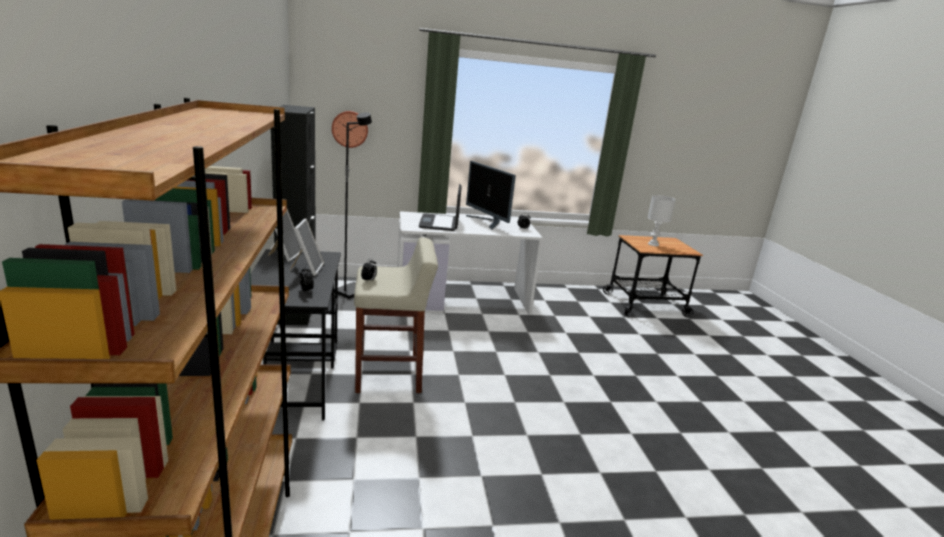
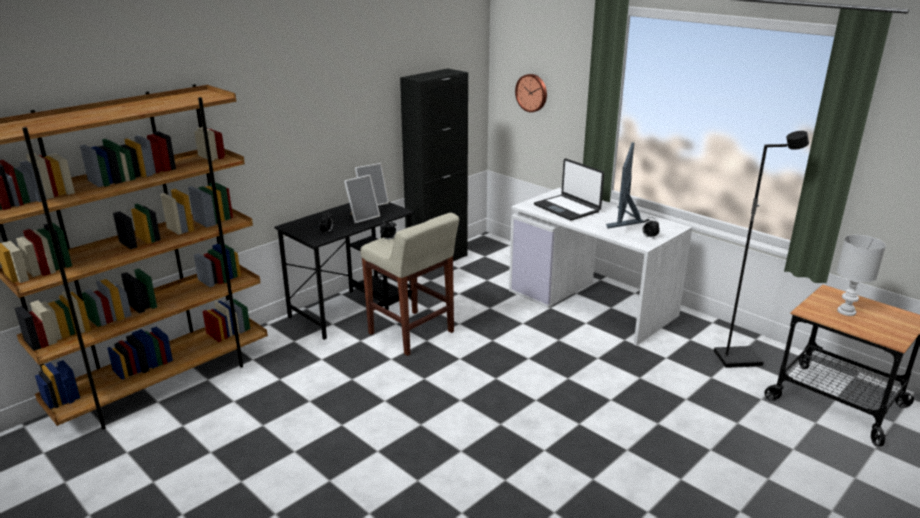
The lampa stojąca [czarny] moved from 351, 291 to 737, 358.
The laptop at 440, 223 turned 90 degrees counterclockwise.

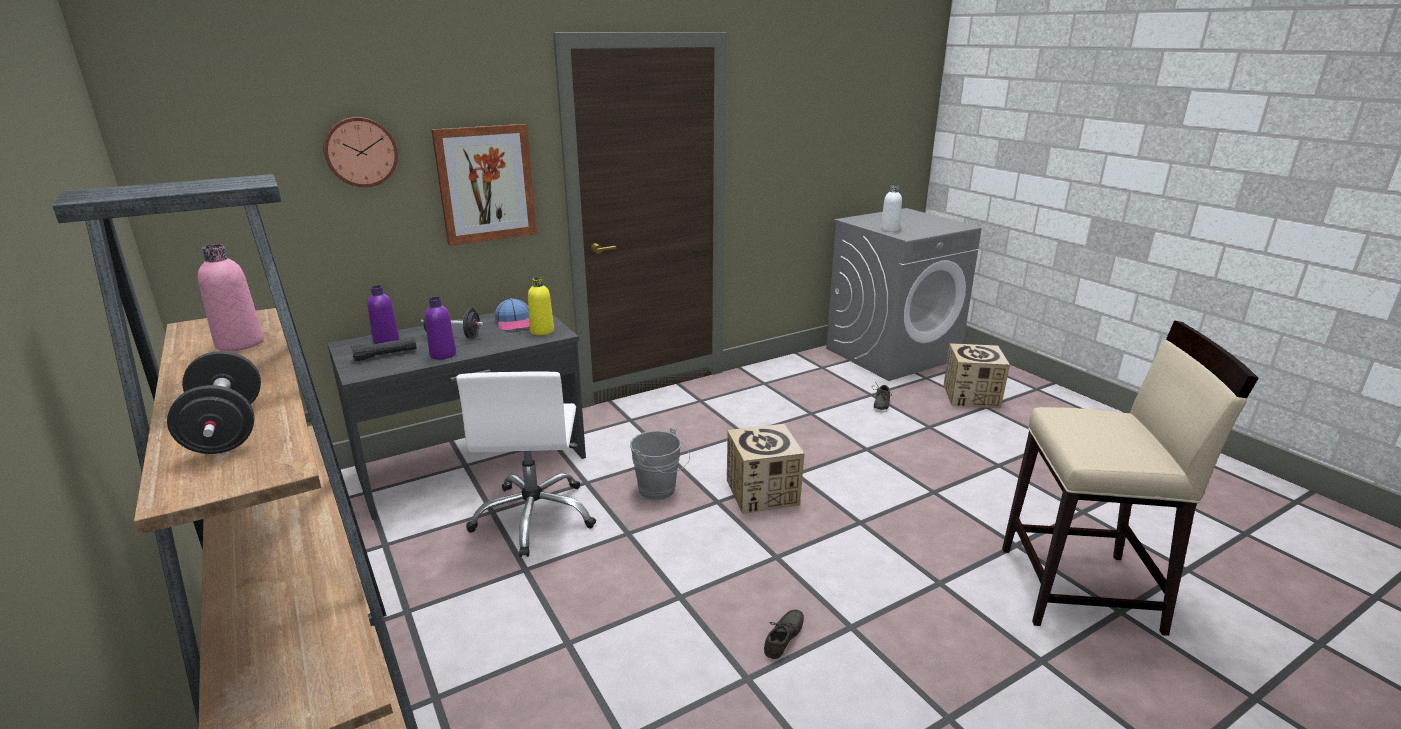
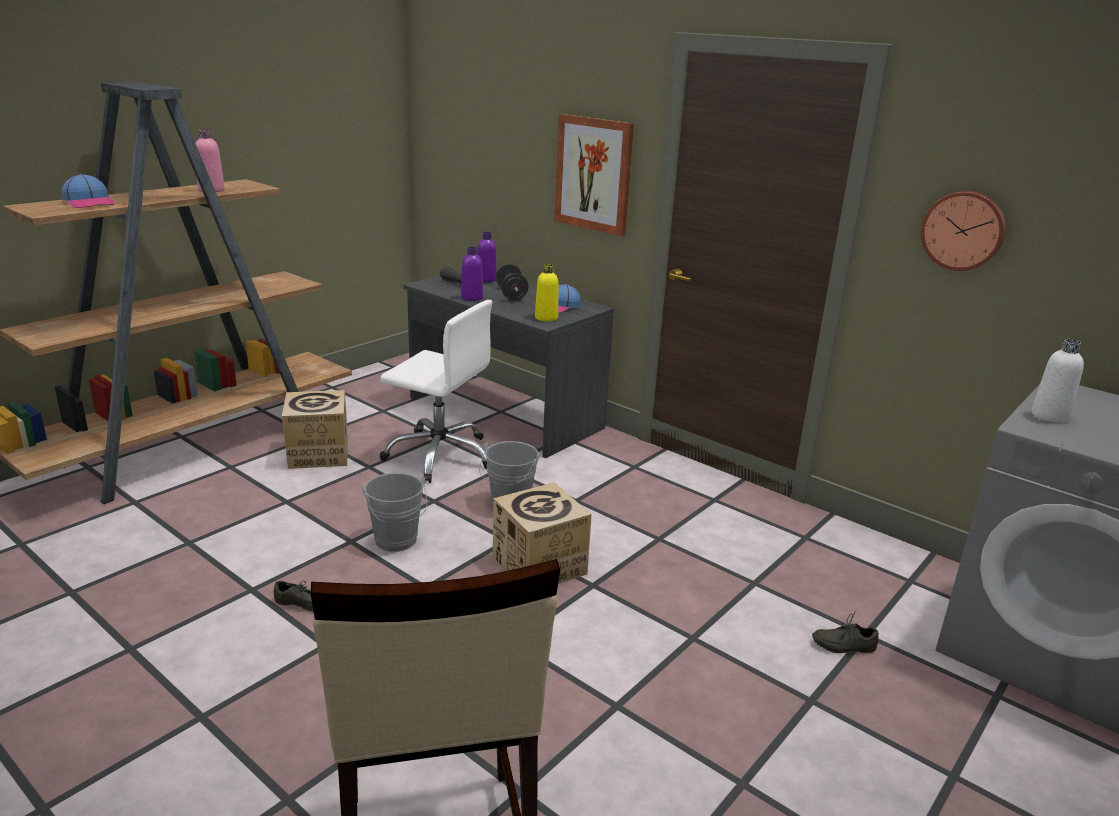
The hantel [czarny] at 226, 430 was replaced by the czapka z daszkiem at 89, 202.
The zegar ścienny moved from 360, 151 to 964, 230.
The krzesło biurowe [biały] at 535, 517 turned 135 degrees counterclockwise.
The karton moved from 971, 396 to 318, 454.
The wiadro [szary] at 397, 543 appeared.

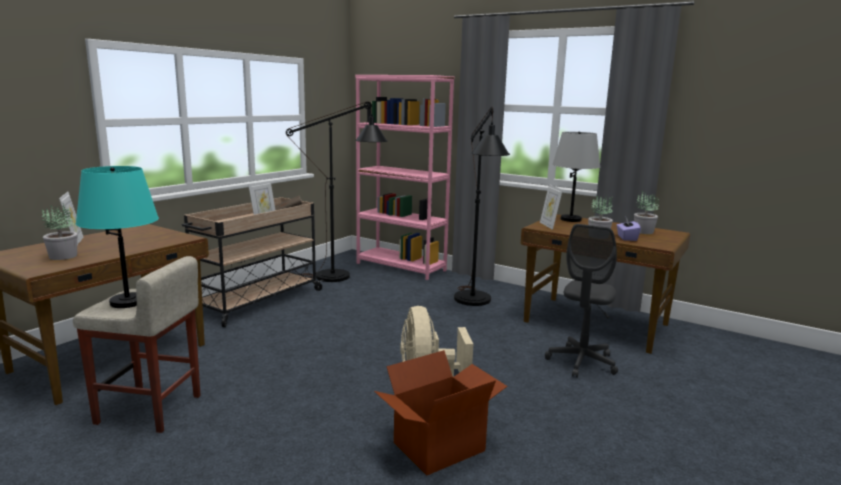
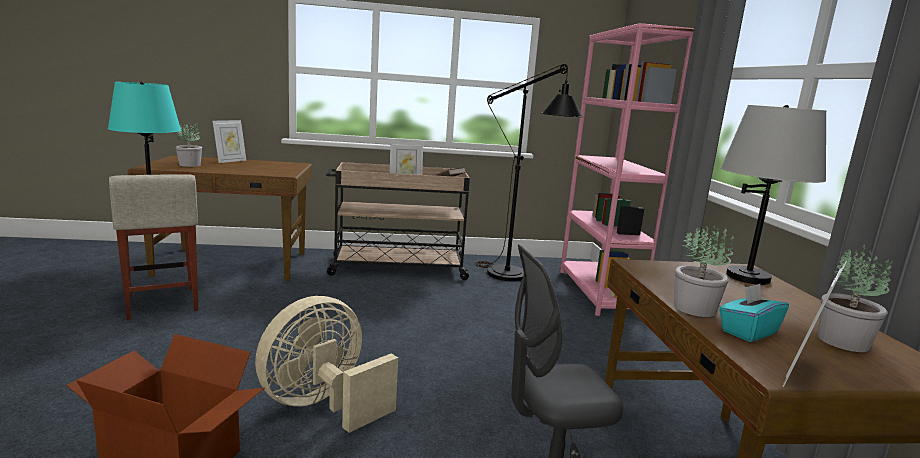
The lampa stojąca [czarny] at 474, 303 disappeared.
The ramka na zdjęcie moved from 549, 226 to 801, 373.
The pudełko chusteczek [fioletowy] at 626, 238 became the pudełko chusteczek [turkusowy] at 748, 332.

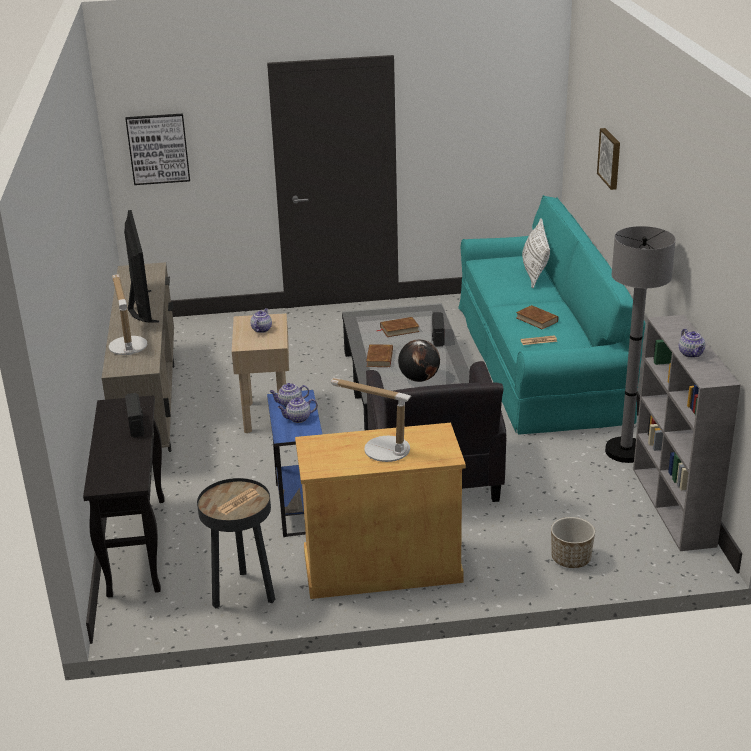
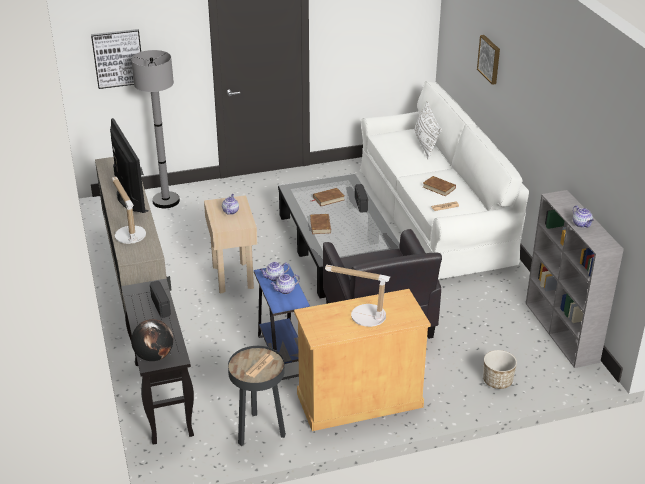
The globus moved from 419, 379 to 154, 356.
The kanapa [turkusowy] at 539, 361 became the kanapa [biały] at 433, 215.
The lampa stojąca [szary] moved from 625, 451 to 166, 201.

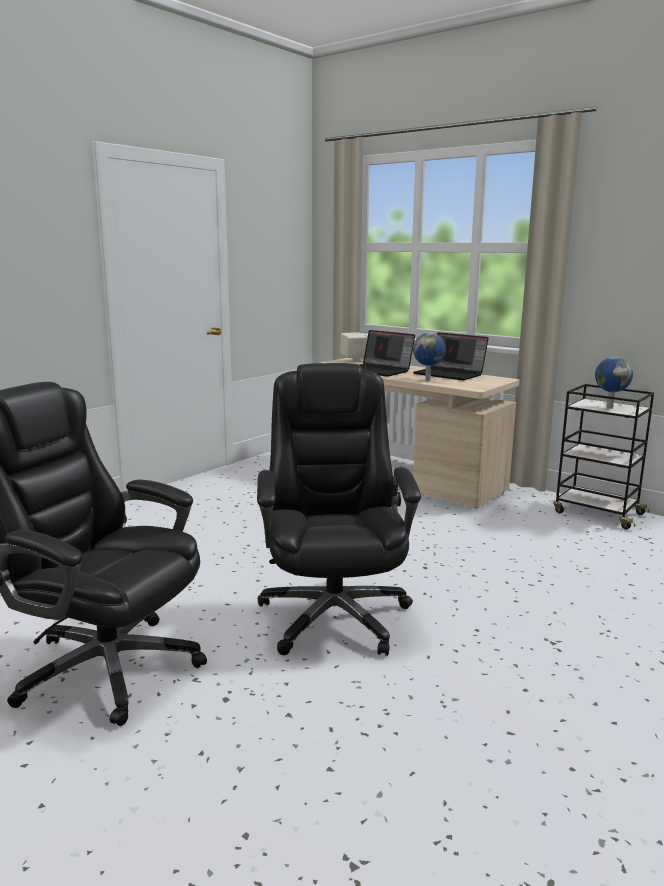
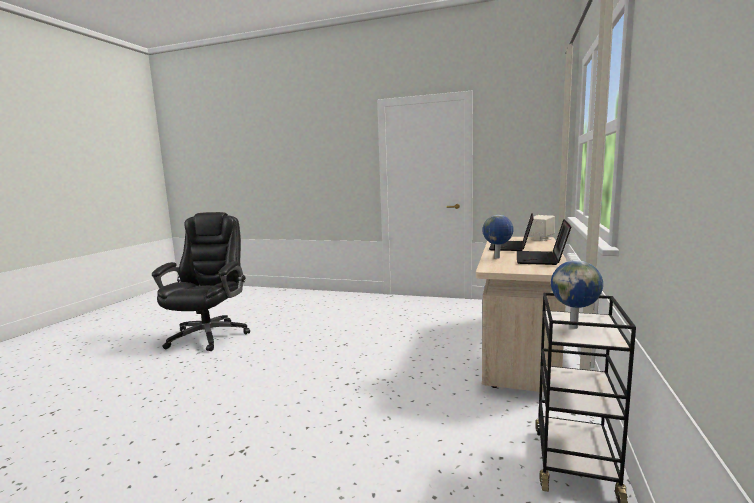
The krzesło biurowe [czarny] at 334, 615 disappeared.

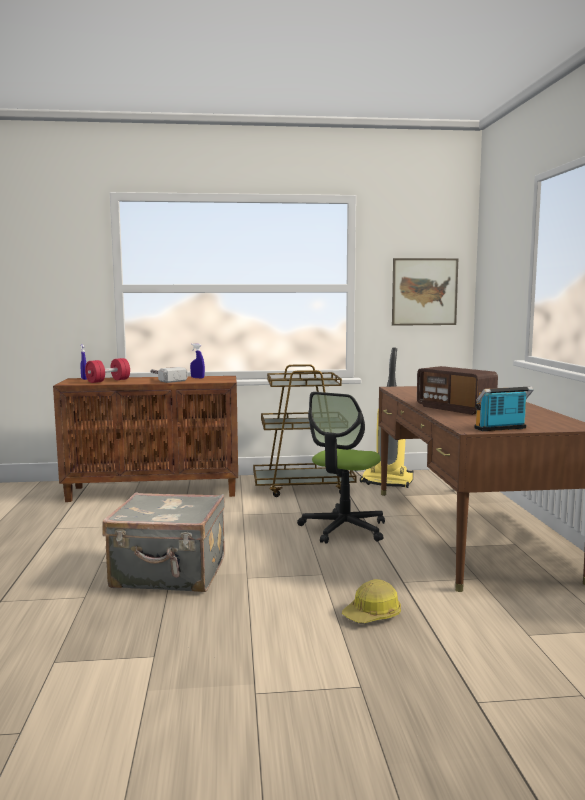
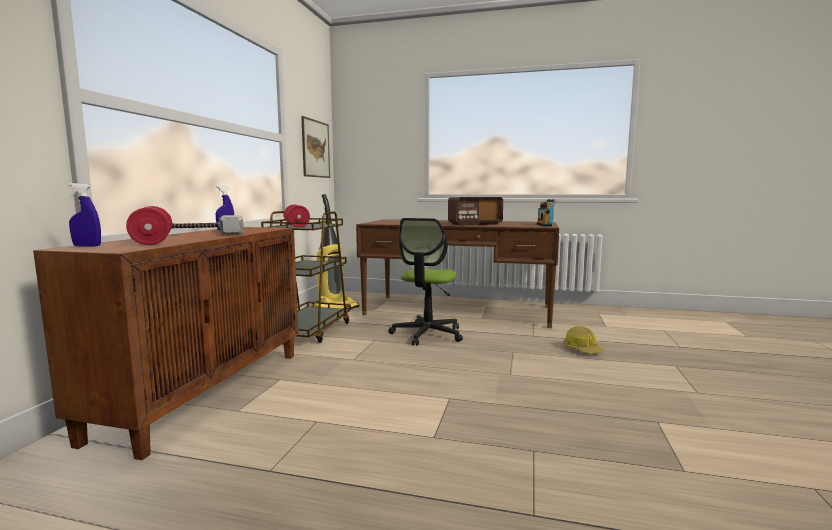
The walizka [szary] at 169, 574 disappeared.
The krzesło biurowe at 343, 529 turned 60 degrees clockwise.
The hantel [czerwony] at 296, 226 appeared.

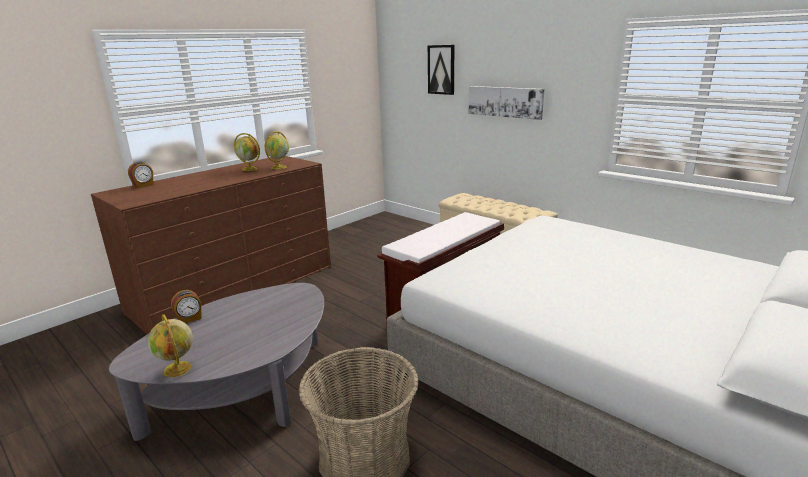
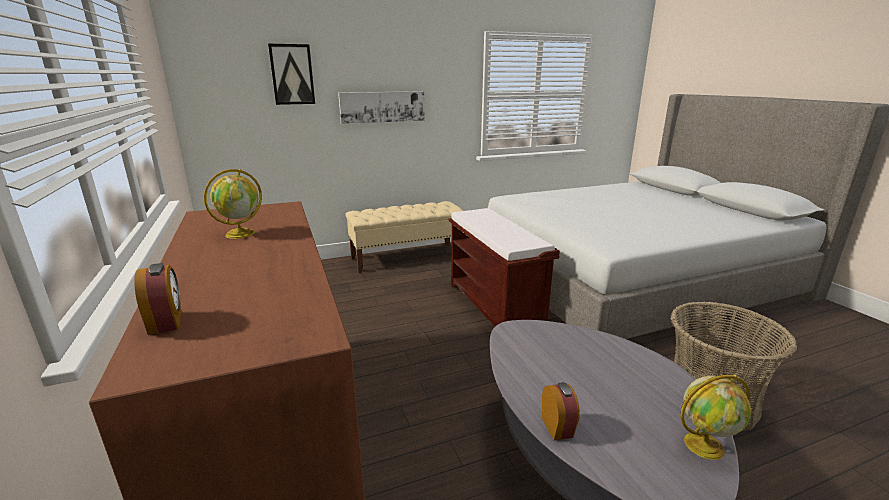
The globus at 279, 167 disappeared.

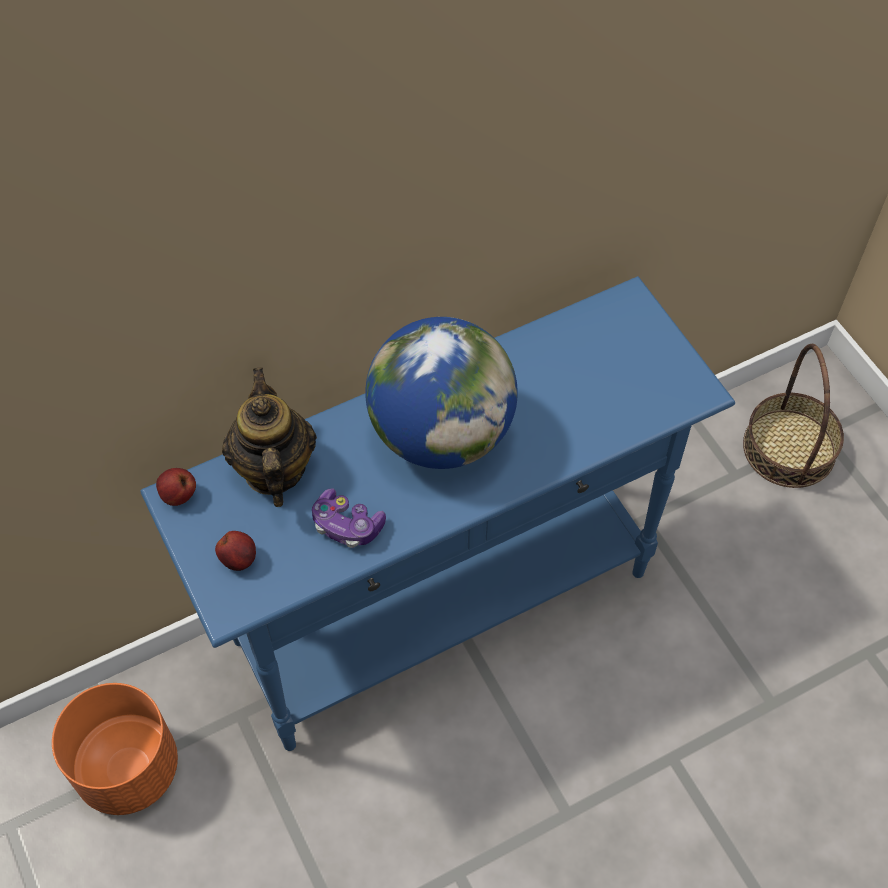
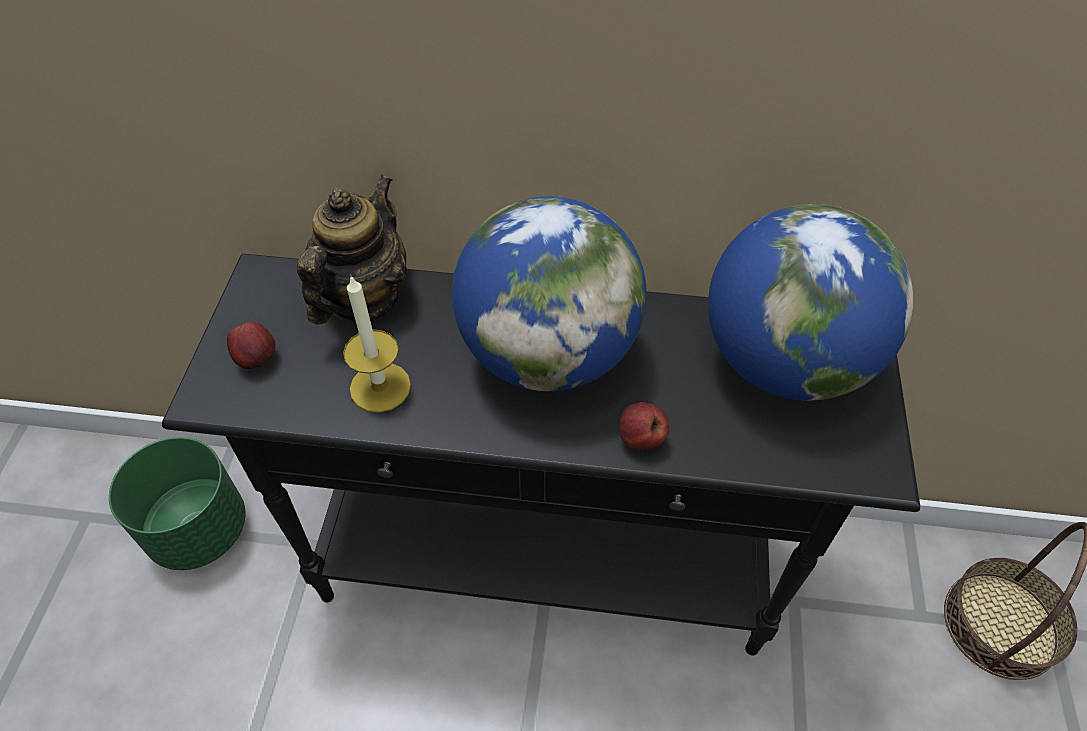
The donica [pomarańczowy] at 127, 768 became the donica [zielony] at 198, 529.
The stolik konsolowy [niebieski] at 444, 607 became the stolik konsolowy [czarny] at 545, 563.
The jabłko moved from 178, 496 to 640, 439.
The pad do gier at 347, 525 was replaced by the świeca at 380, 387.
The globus at 785, 362 appeared.

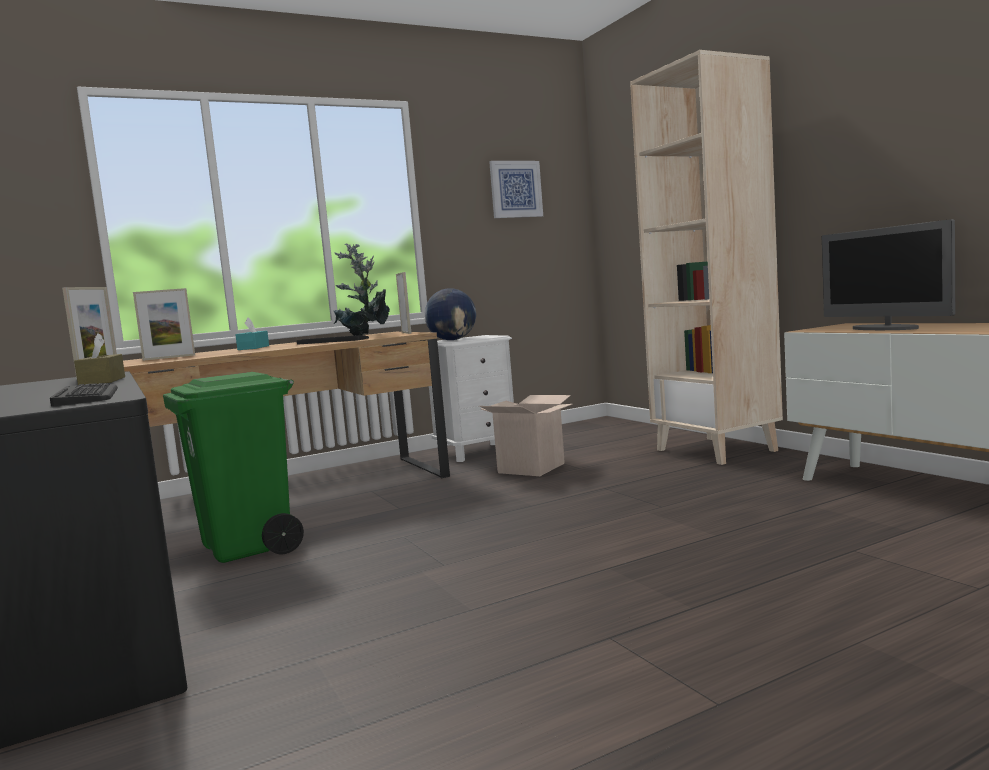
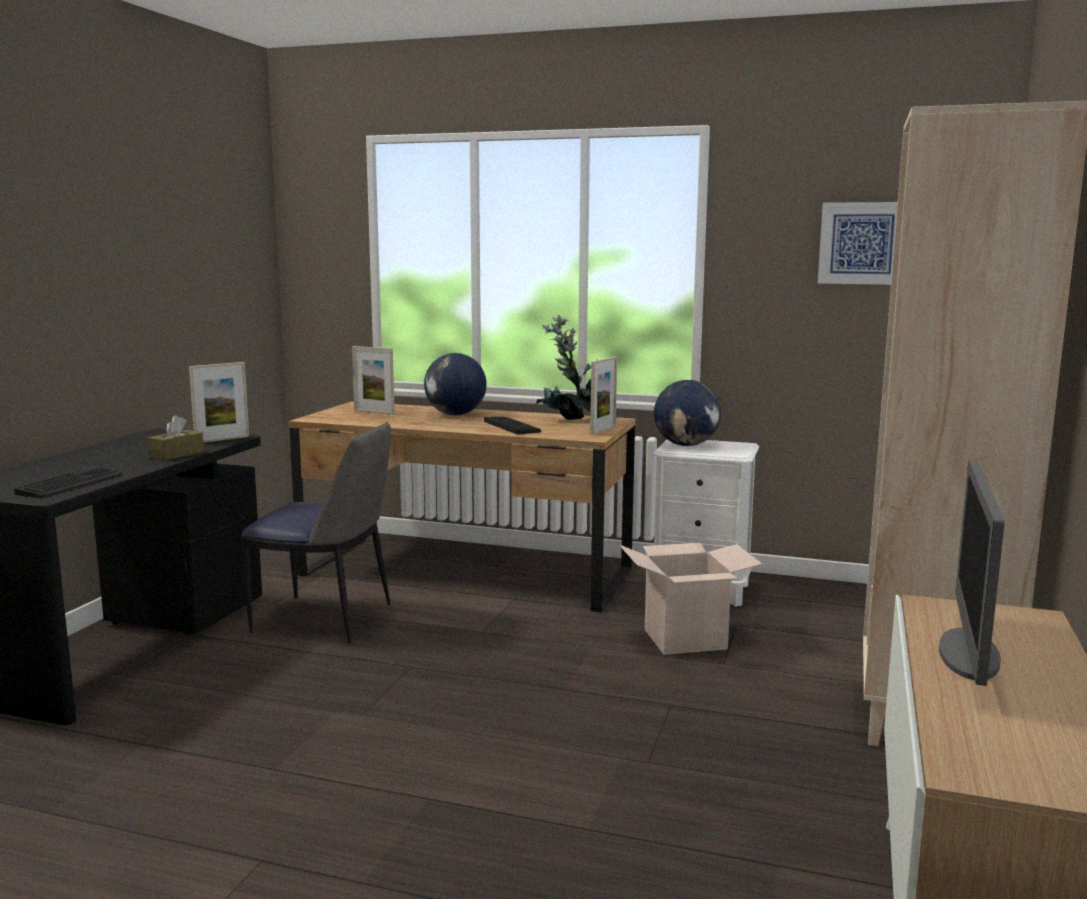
The kosz na śmieci [zielony] at 249, 547 was replaced by the krzesło at 326, 619.
The pudełko chusteczek [turkusowy] at 253, 348 was replaced by the globus at 455, 414.

